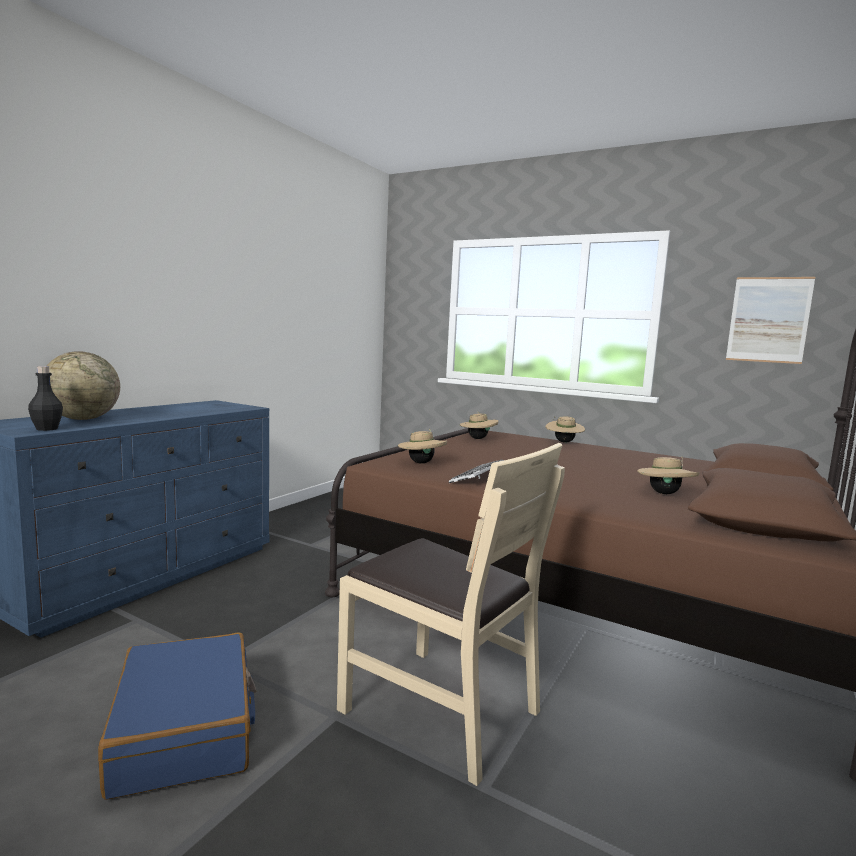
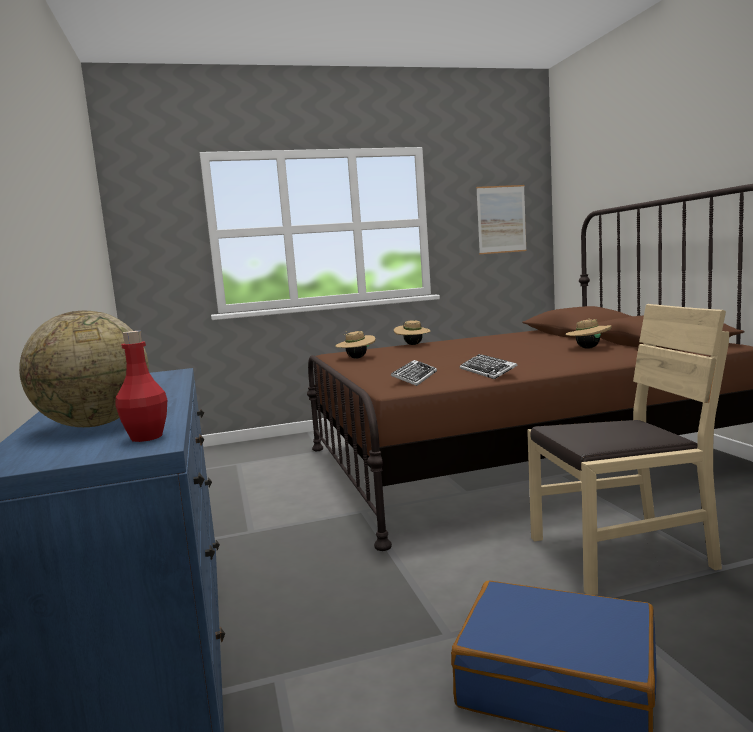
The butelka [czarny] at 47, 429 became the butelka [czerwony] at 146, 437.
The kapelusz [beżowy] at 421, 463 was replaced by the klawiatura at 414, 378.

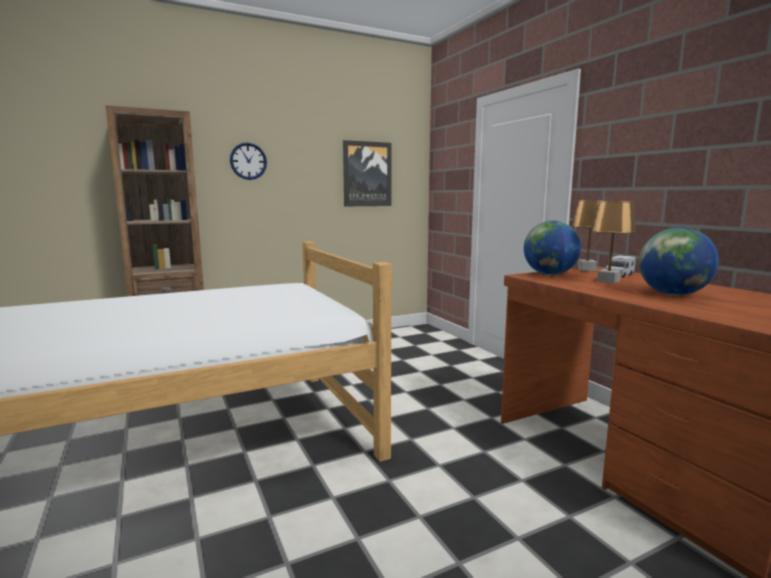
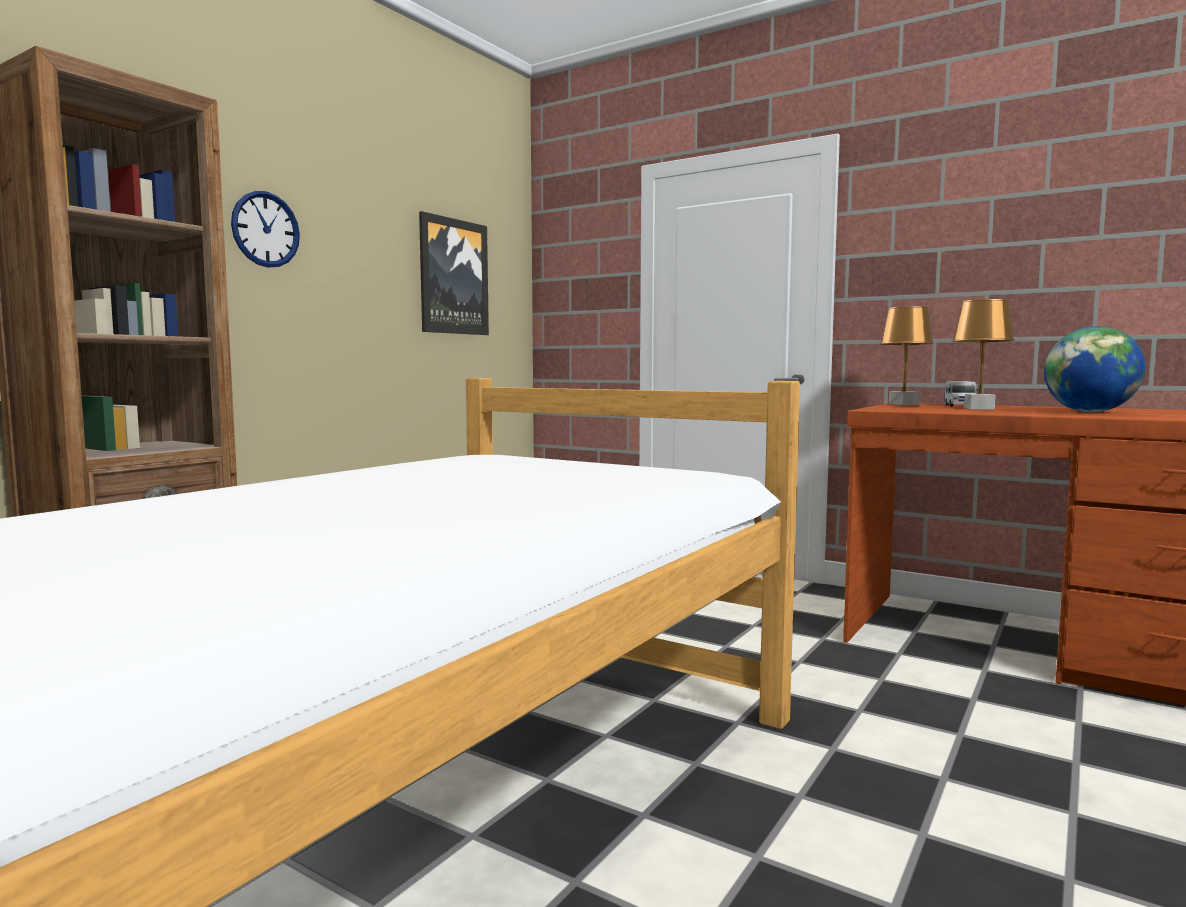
The globus at 549, 274 disappeared.

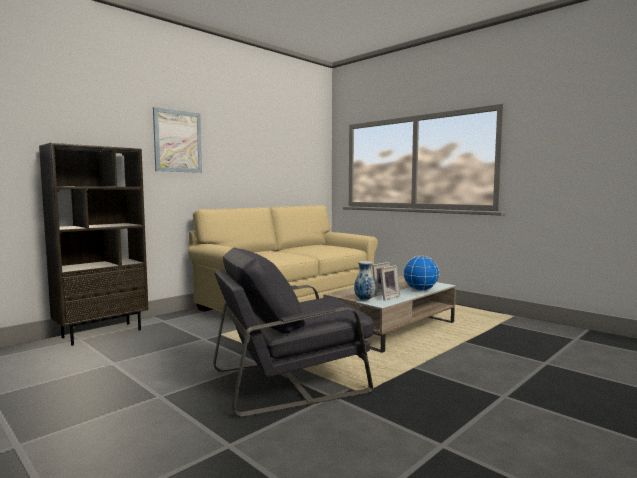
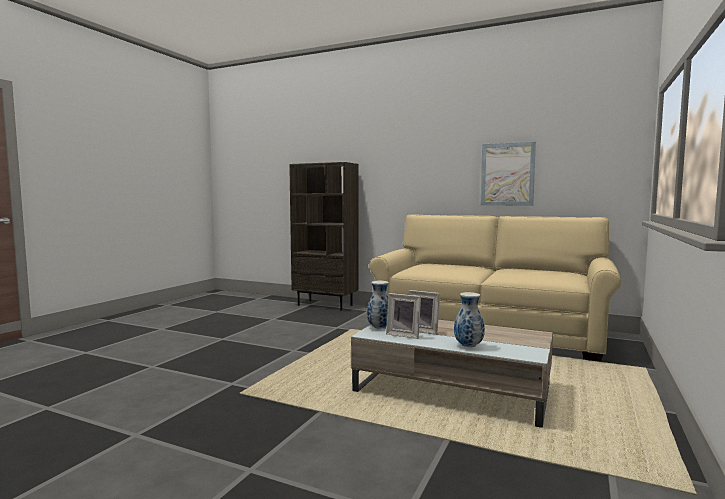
The obraz moved from 178, 141 to 507, 174.
The fotel [szary] at 291, 380 disappeared.
The globus at 420, 290 was replaced by the wazon at 468, 346.

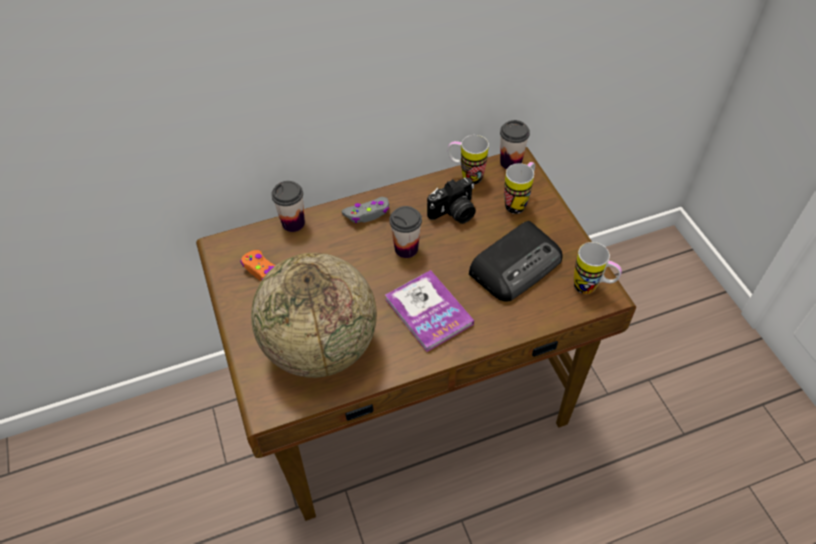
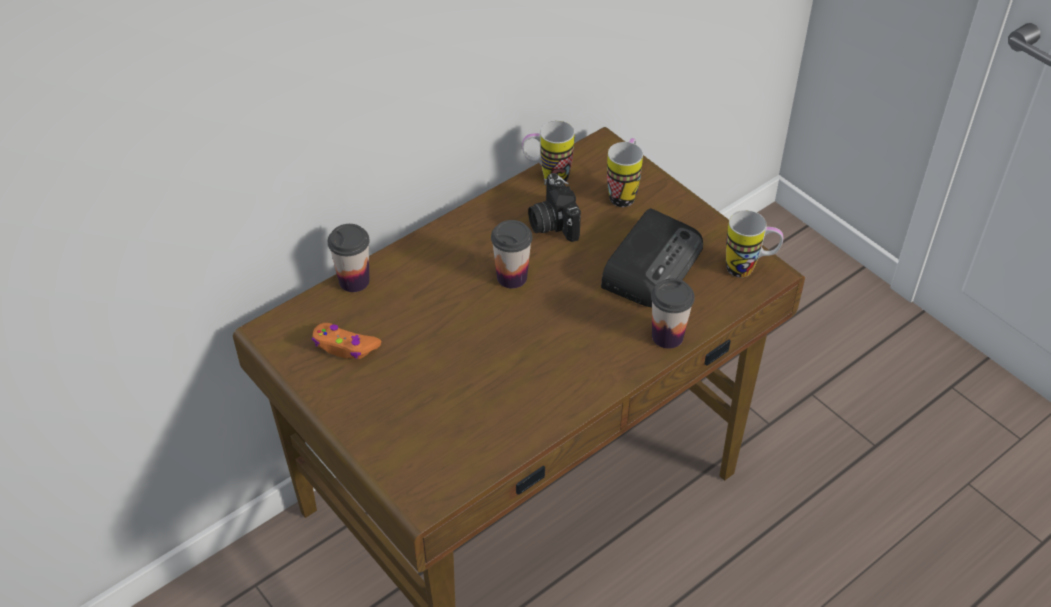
The globus at 321, 346 disappeared.
The pad do gier [szary] at 367, 214 disappeared.
The książka at 428, 311 disappeared.
The aparat fotograficzny at 454, 213 turned 120 degrees clockwise.
The filiżanka moved from 510, 162 to 667, 336.

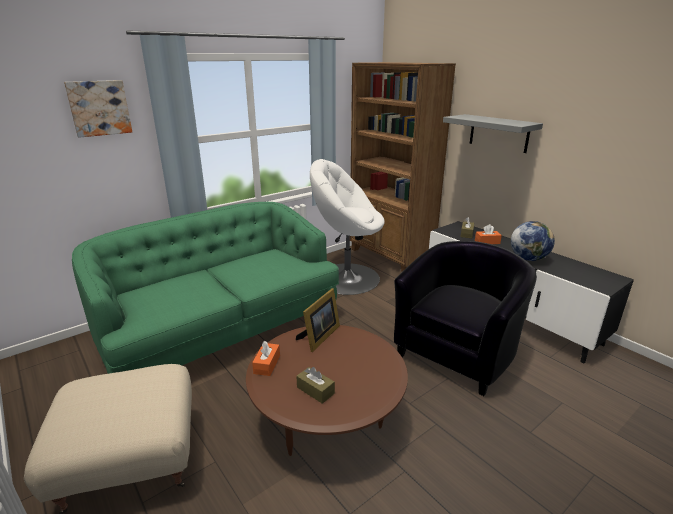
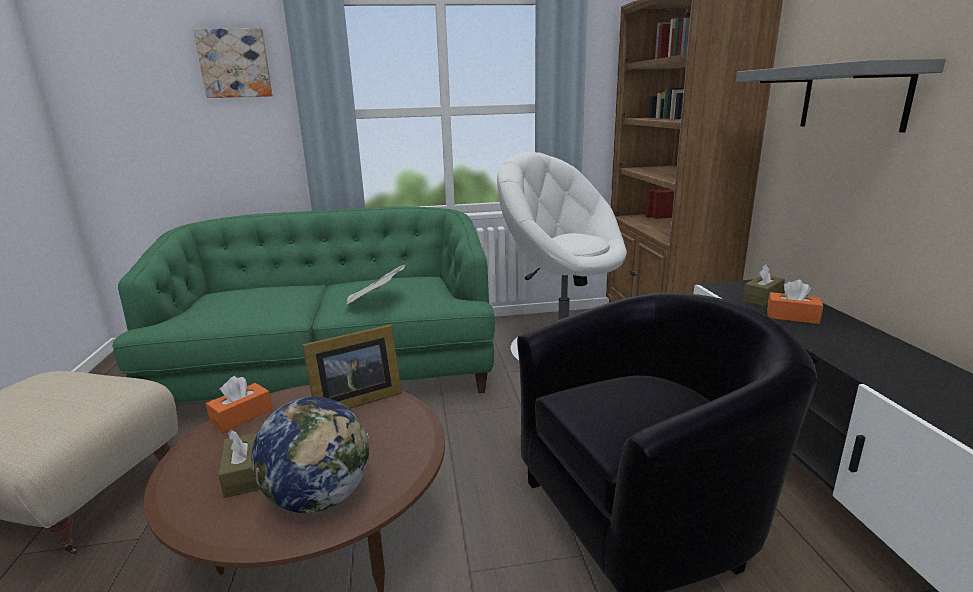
The globus moved from 528, 258 to 320, 497.
The gazeta at 375, 301 appeared.

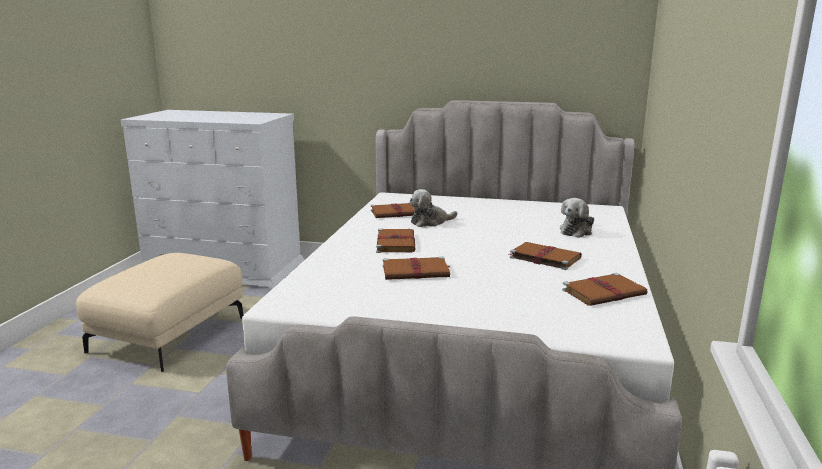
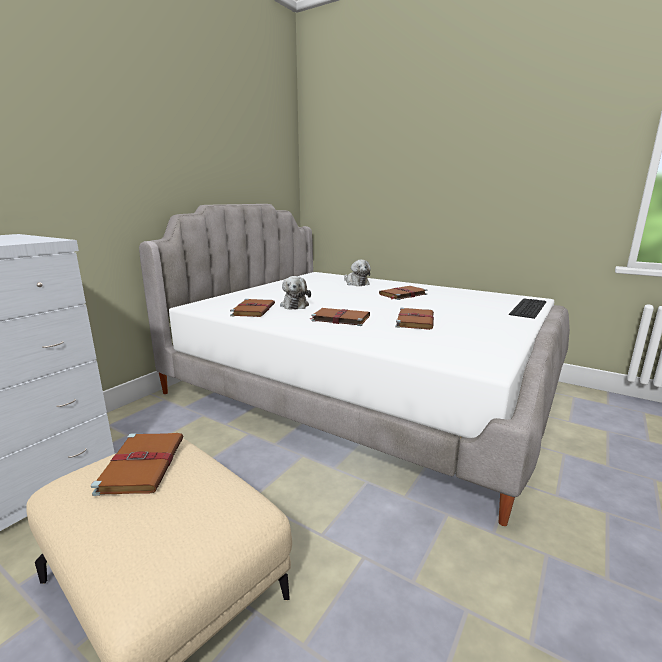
The książka [brązowy] moved from 604, 292 to 143, 464.
The klawiatura at 527, 307 appeared.

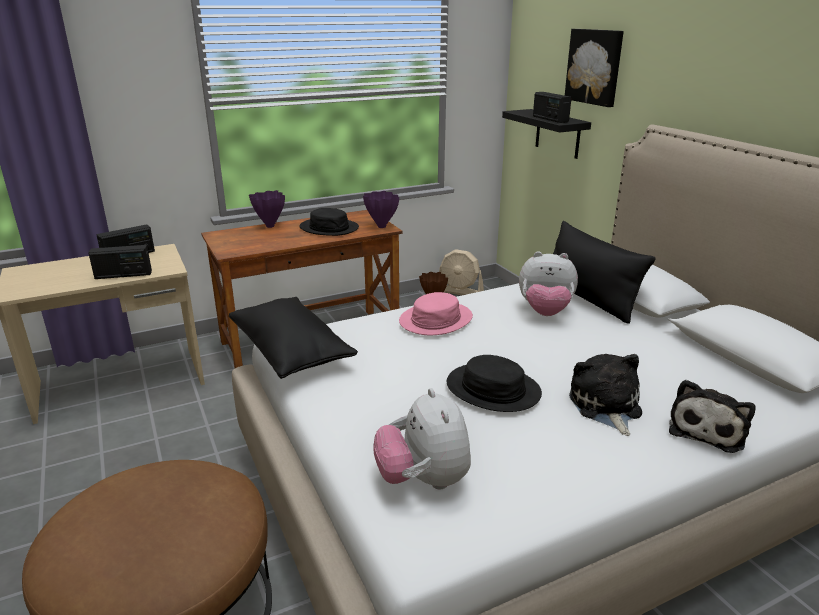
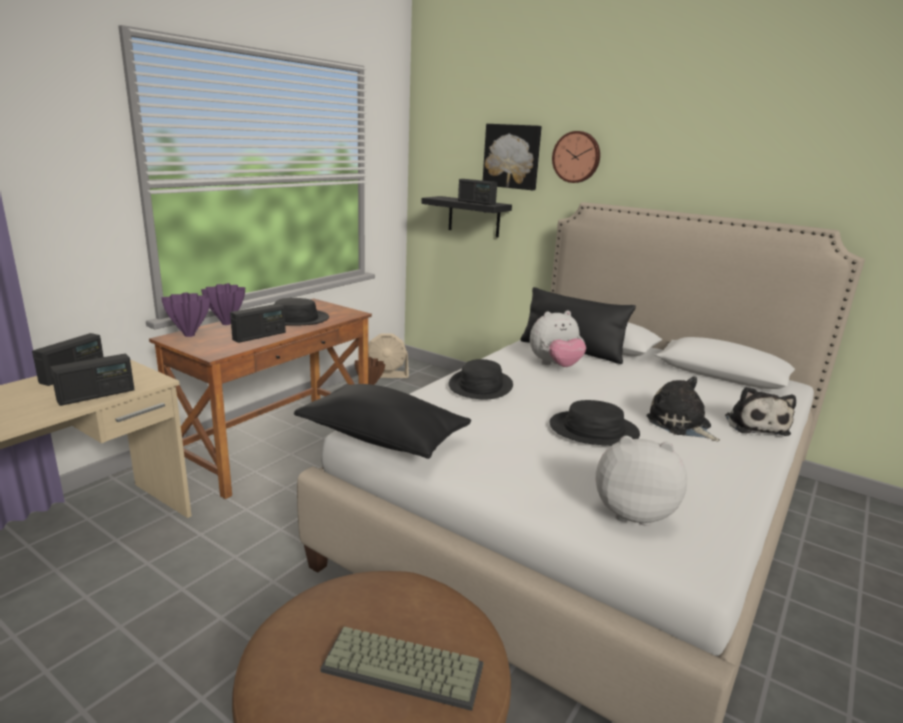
The wazon [fioletowy] moved from 381, 226 to 188, 335.
The pluszak at 423, 480 turned 150 degrees clockwise.
The kapelusz [różowy] at 435, 320 became the kapelusz [czarny] at 480, 385.
The radio at 259, 336 appeared.
The klawiatura at 405, 666 appeared.
The zegar ścienny at 577, 157 appeared.

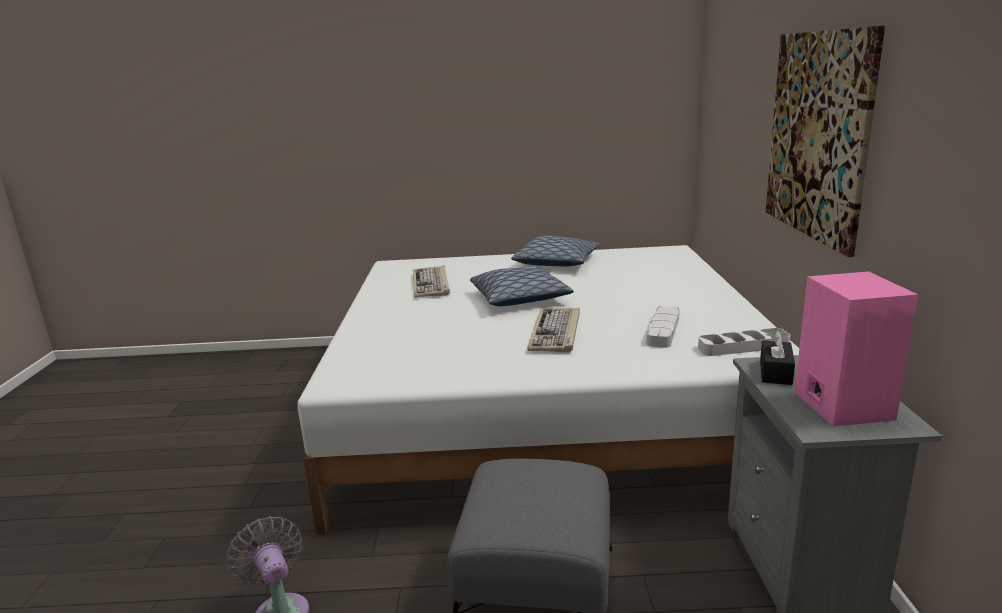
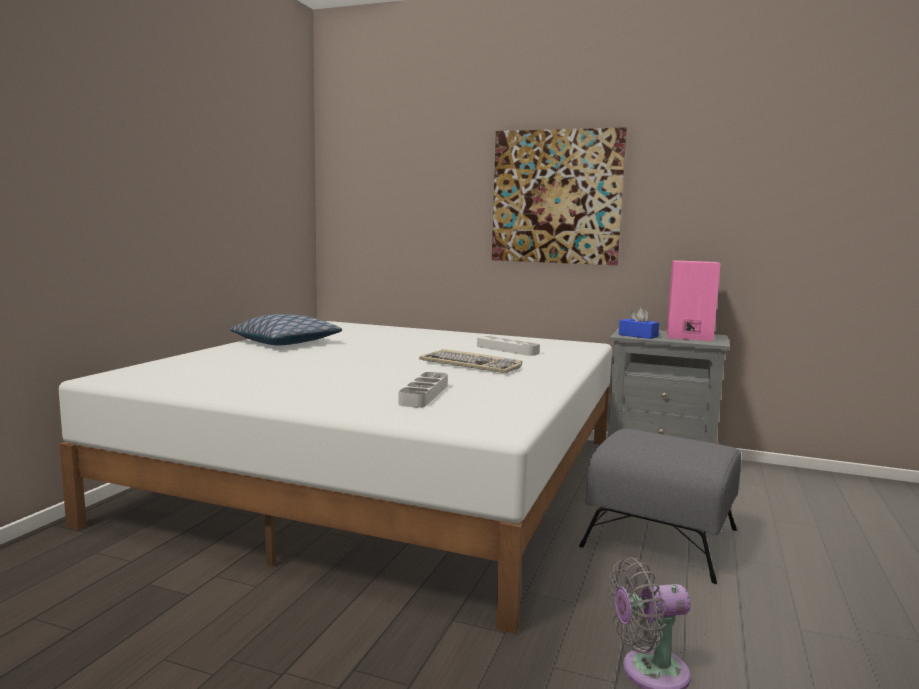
The klawiatura at 431, 284 disappeared.
The poduszka at 520, 298 disappeared.
The taca [szary] moved from 743, 347 to 424, 394.
The pudełko chusteczek [czarny] at 775, 372 became the pudełko chusteczek [niebieski] at 638, 336.

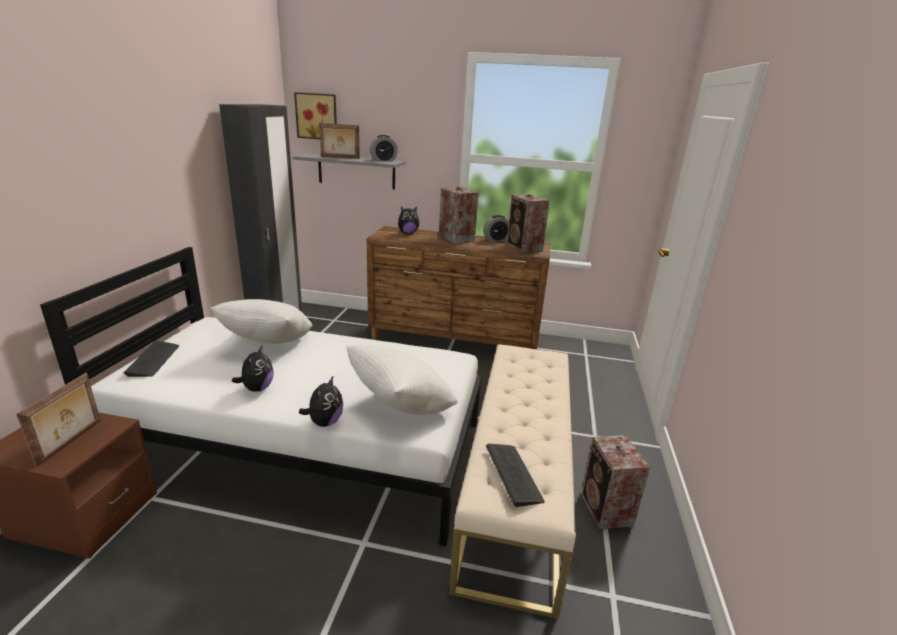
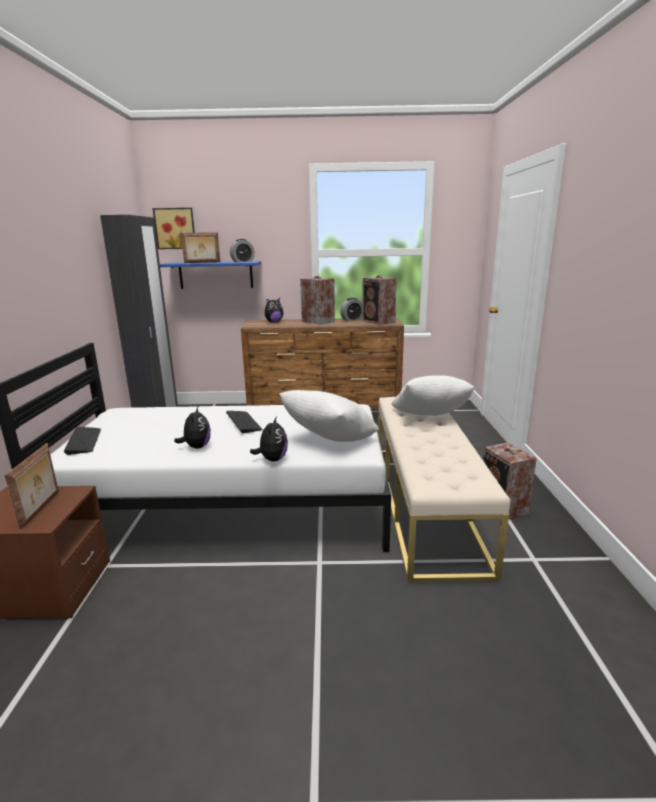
The poduszka [biały] moved from 268, 345 to 430, 418.
The półka [szary] at 356, 171 became the półka [niebieski] at 216, 275.
The klawiatura moved from 513, 474 to 243, 422.

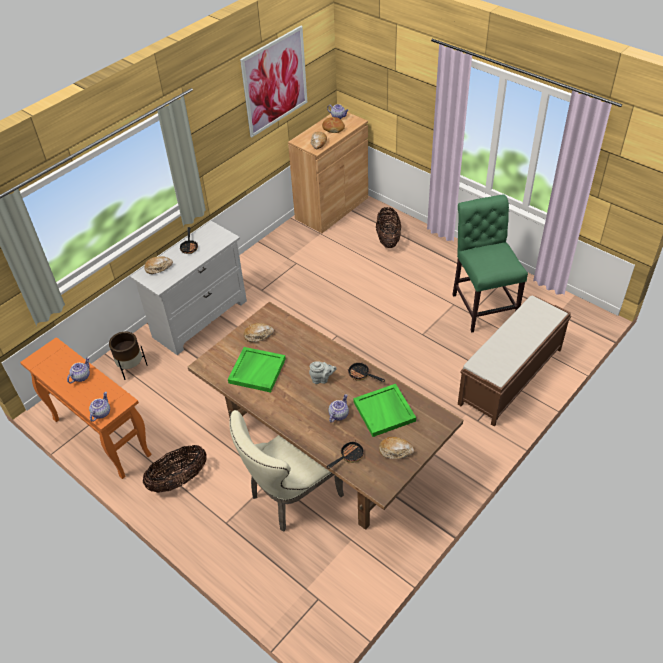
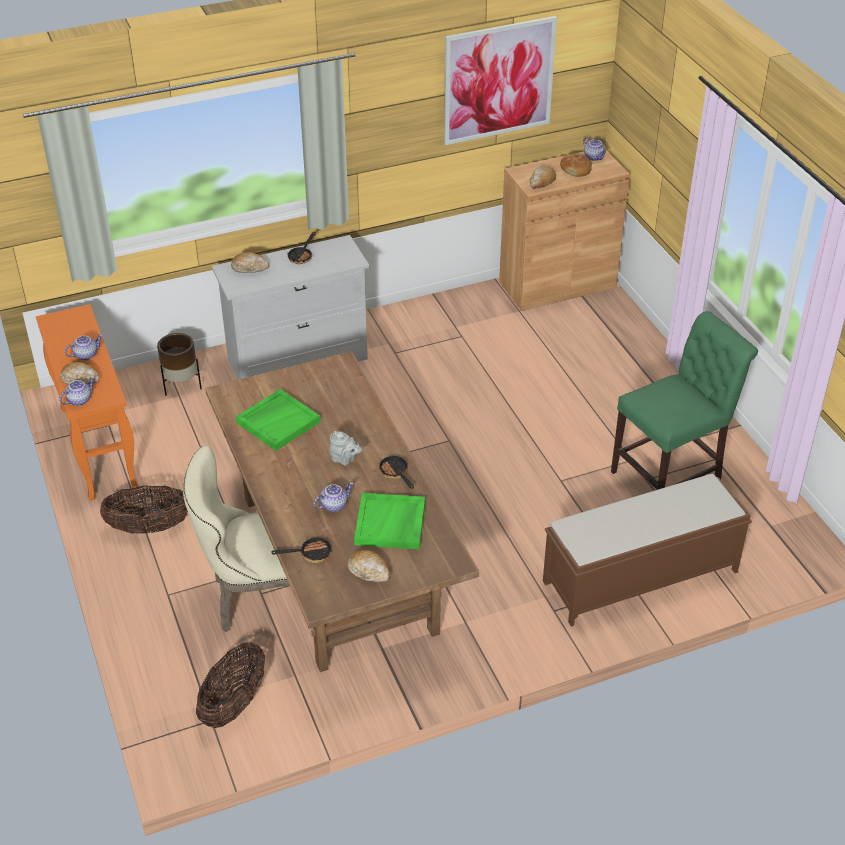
The chleb moved from 258, 335 to 80, 379.
The koszyk moved from 388, 239 to 234, 704.
The krzesło [zielony] at 482, 305 turned 45 degrees clockwise.

